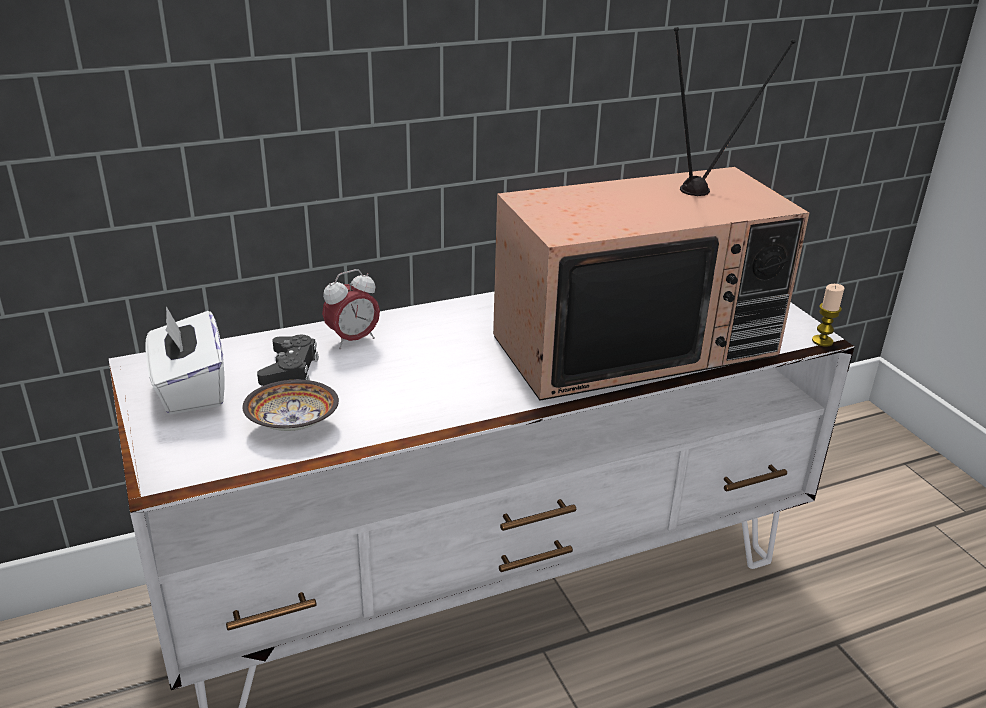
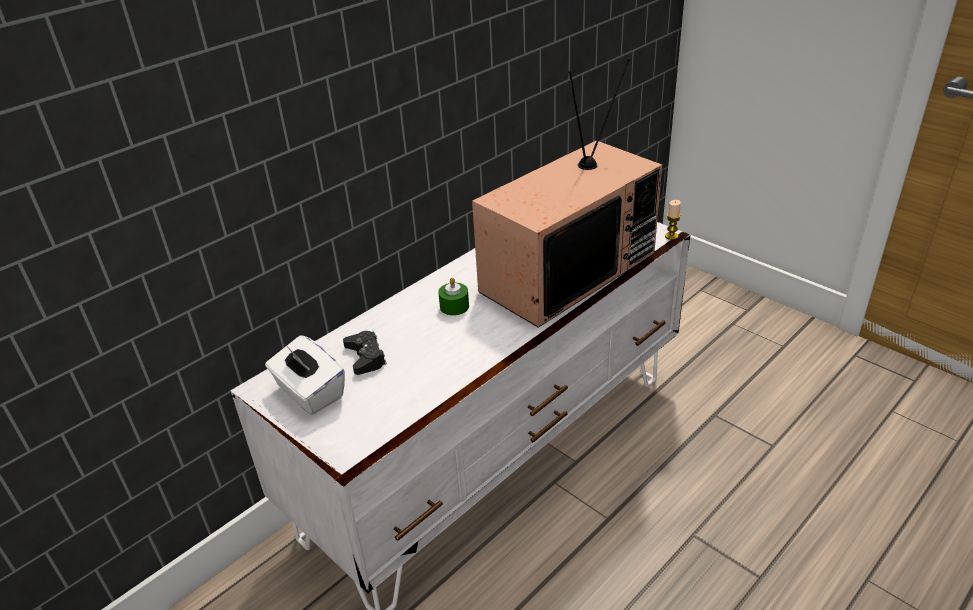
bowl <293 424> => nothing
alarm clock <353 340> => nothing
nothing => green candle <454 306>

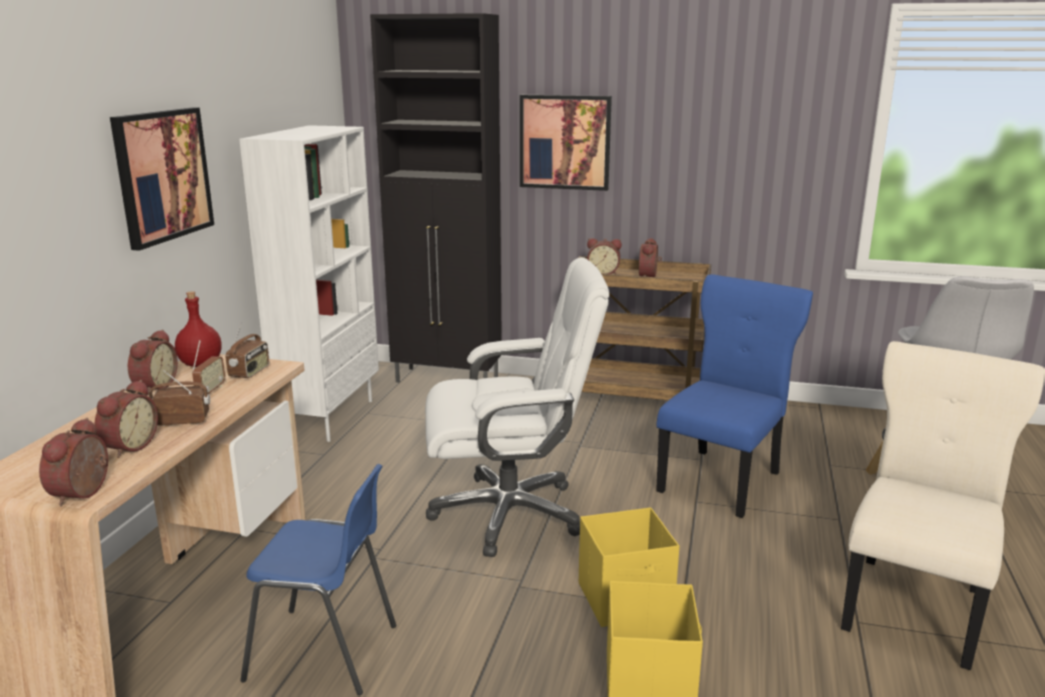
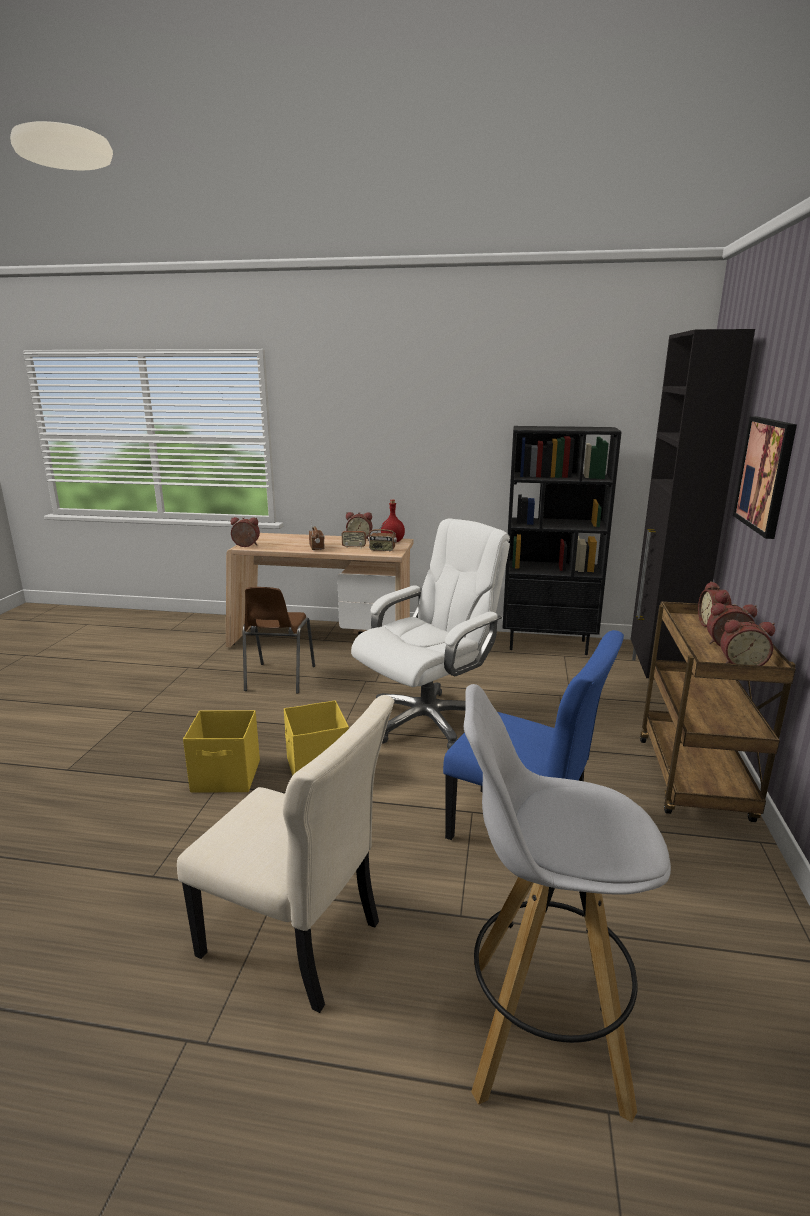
picture <162 175> => nothing
alarm clock <128 446> => alarm clock <741 664>, shifted
white bookcase <329 417> => black bookcase <548 645>
blue chair <326 653> => brown chair <279 679>
white office chair <510 513> => white office chair <428 720>, 120 degrees counterclockwise

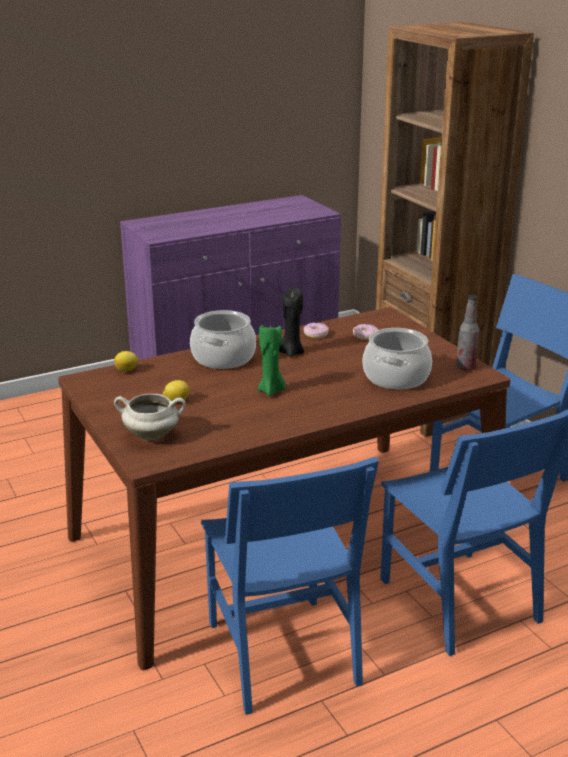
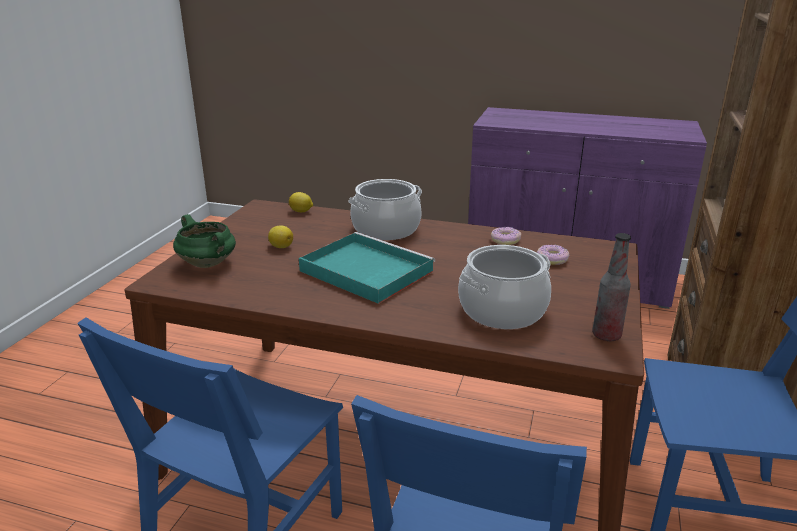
black candle <291 352> => nothing
green candle <271 391> => turquoise tray <364 270>
white cooking pot <152 435> => green cooking pot <209 264>

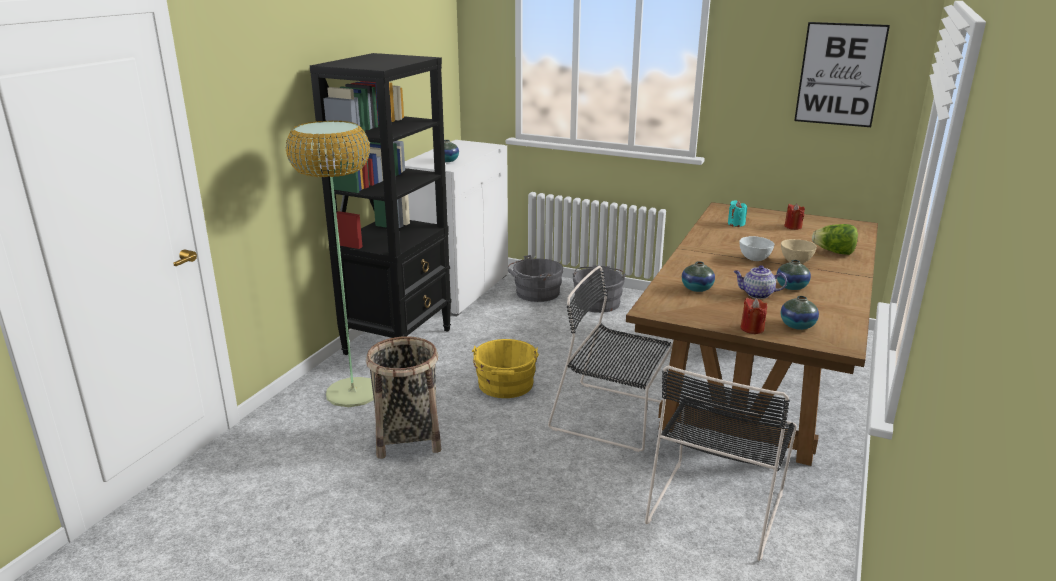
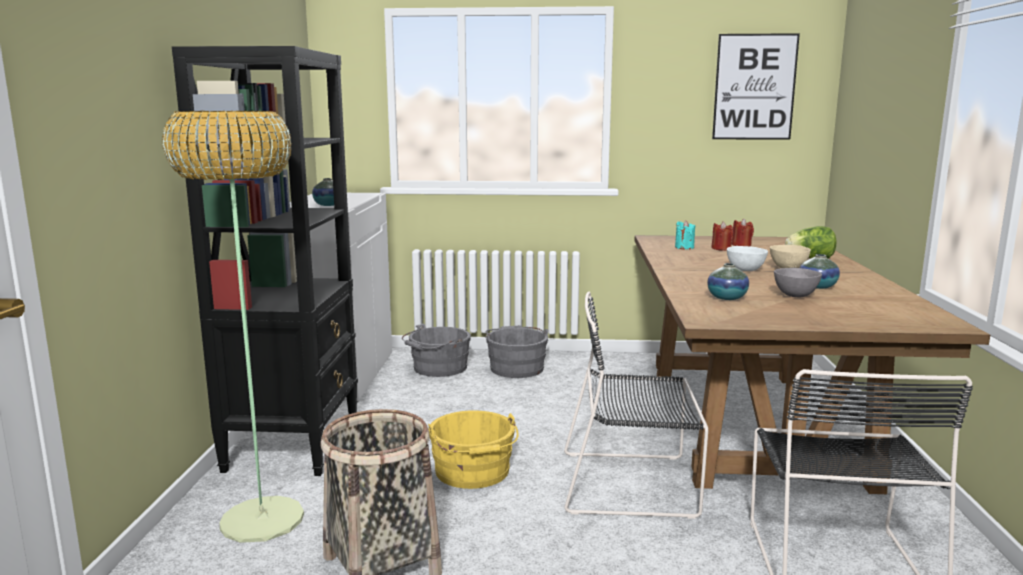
vase <797 326> => nothing
red candle <752 329> => red candle <721 248>, shifted
teapot <757 294> => grey bowl <794 296>

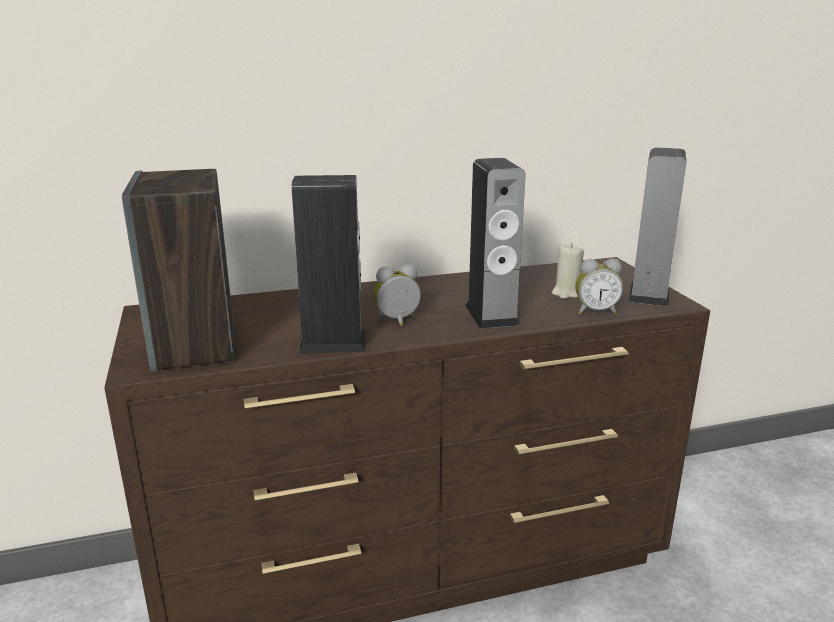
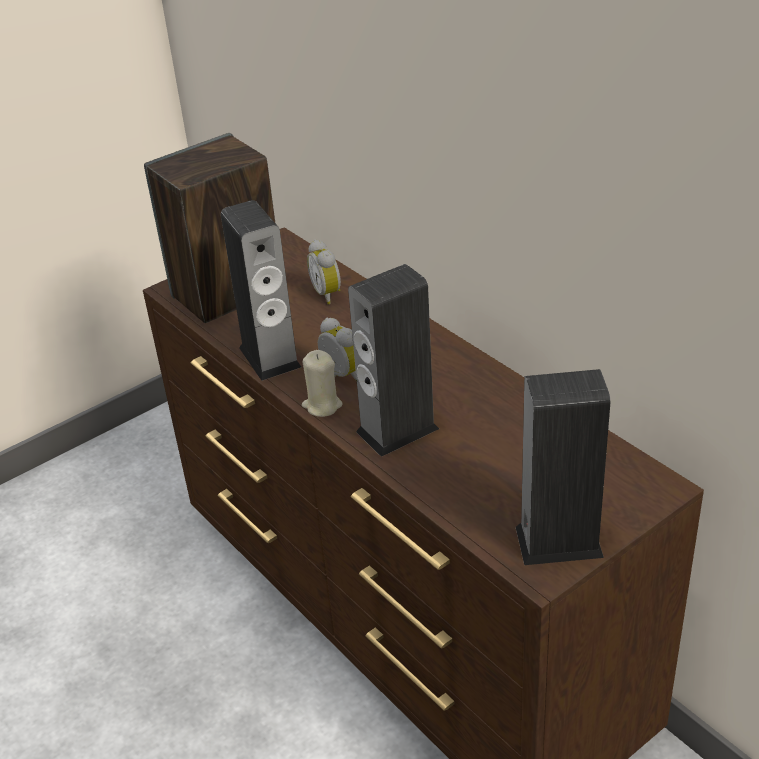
beige candle <567 293> => beige candle <322 405>, shifted
alarm clock <595 311> => alarm clock <328 294>, shifted

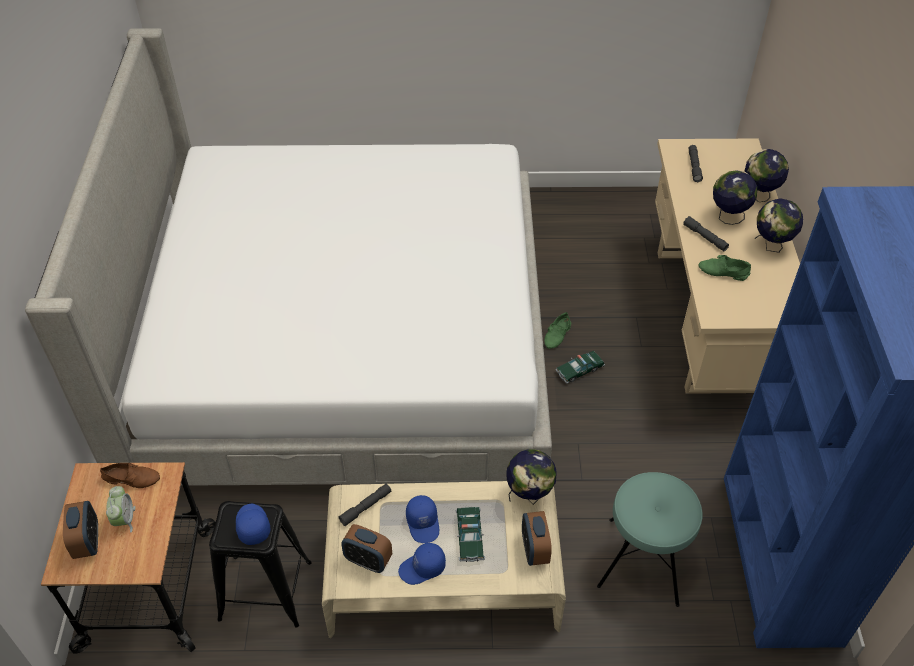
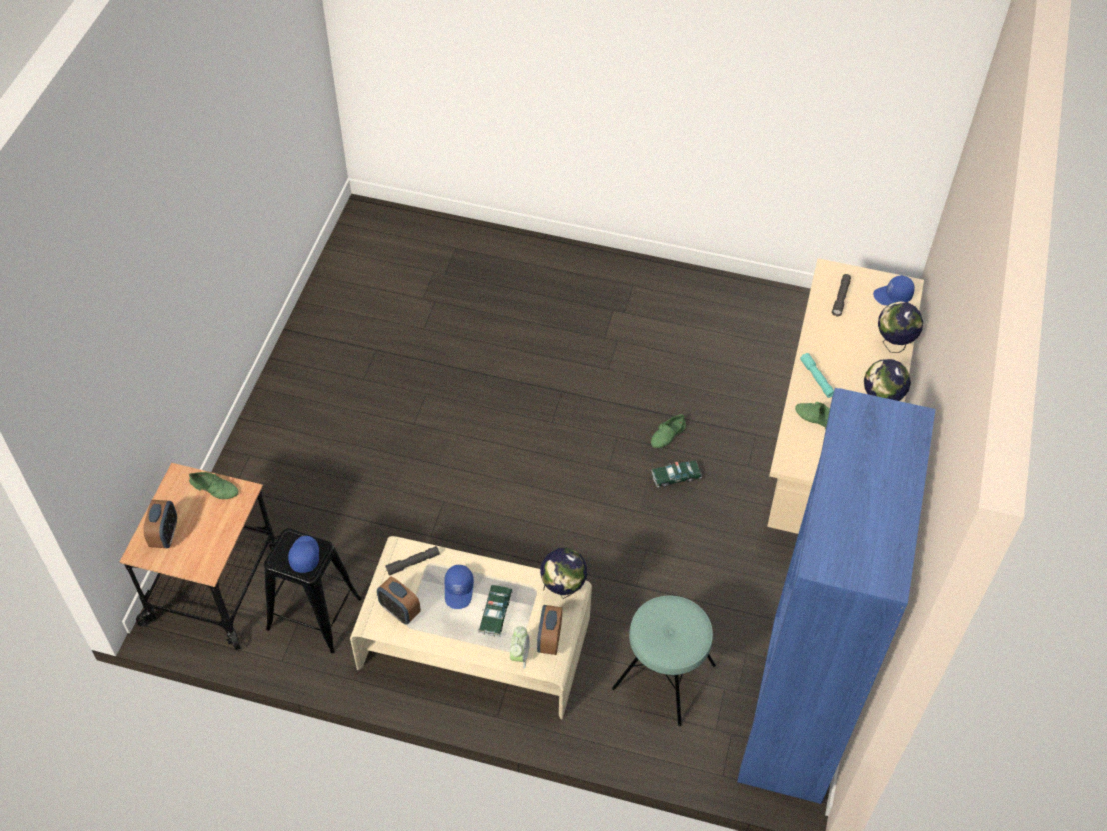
bed <343 344> => nothing
globe <728 217> => nothing
alarm clock <124 519> => alarm clock <519 655>, shifted
blue cap <422 568> => blue cap <893 296>, shifted
brown shoe <132 478> => green shoe <215 488>
grey flashlight <705 237> => turquoise flashlight <816 378>

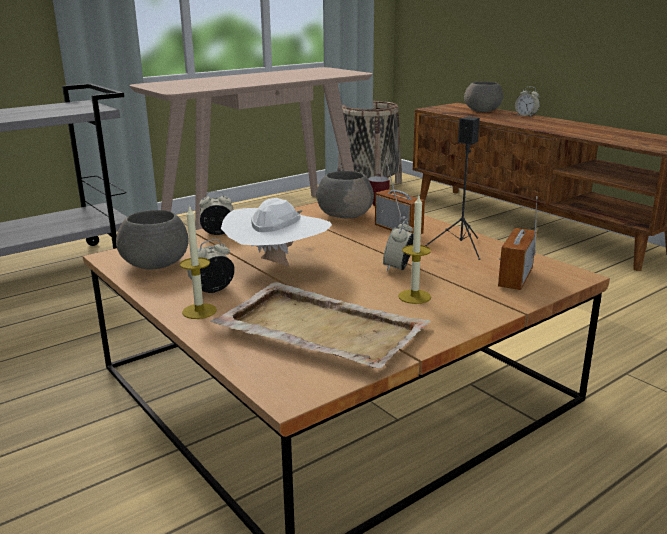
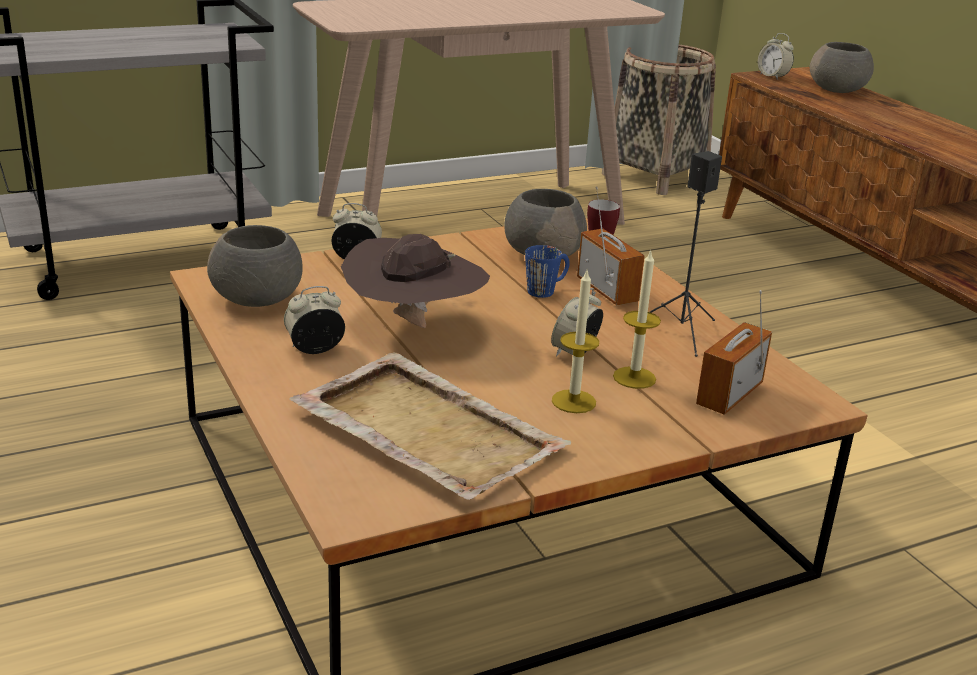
nothing => blue mug <547 290>
candle <199 311> => candle <634 377>, shifted
alarm clock <526 116> => alarm clock <772 76>, shifted
white hat <277 266> => brown hat <414 325>

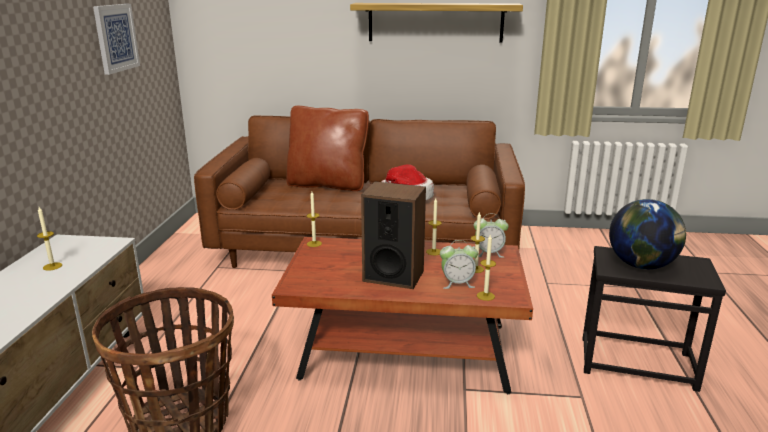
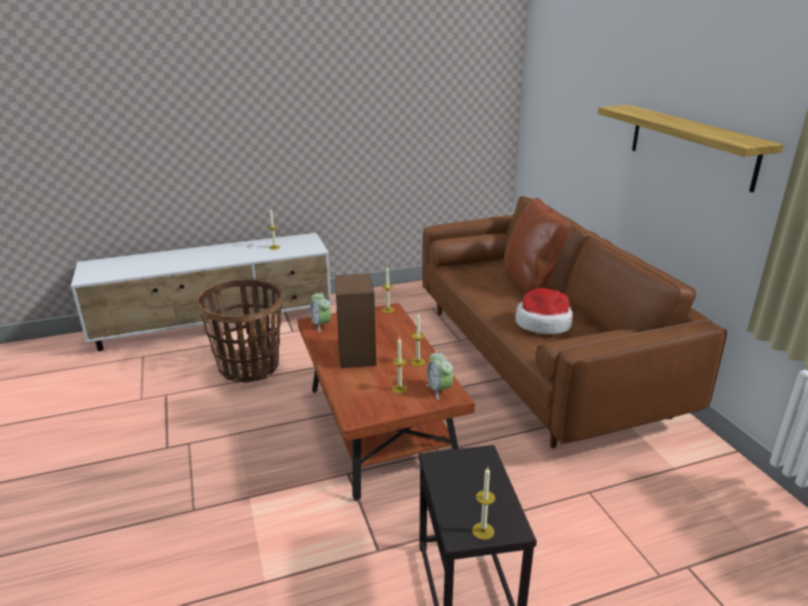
picture <115 38> => nothing
globe <641 265> => nothing
alarm clock <457 283> => alarm clock <321 325>, shifted
candle <485 296> => candle <483 531>, shifted

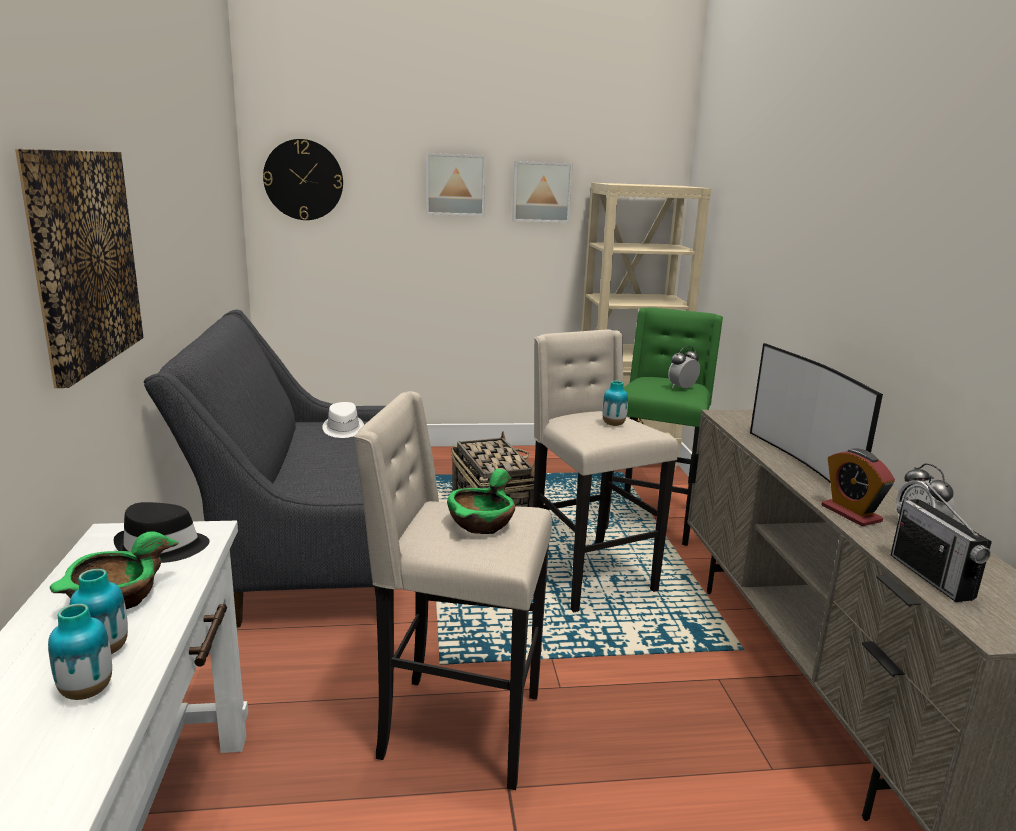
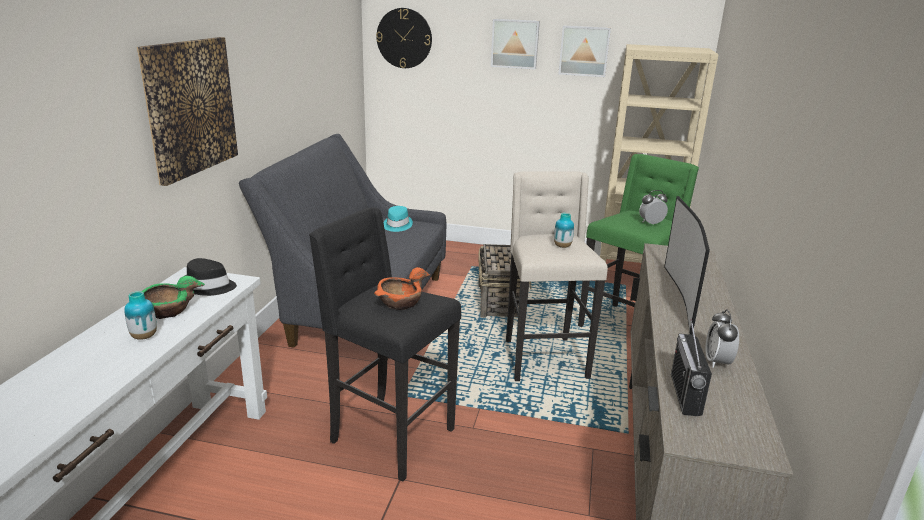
vase <86 691> => nothing
alarm clock <851 513> => nothing
white hat <343 429> => turquoise hat <397 225>
beige stool <456 728> => black stool <389 436>
green bowl <481 524> => orange bowl <400 303>

